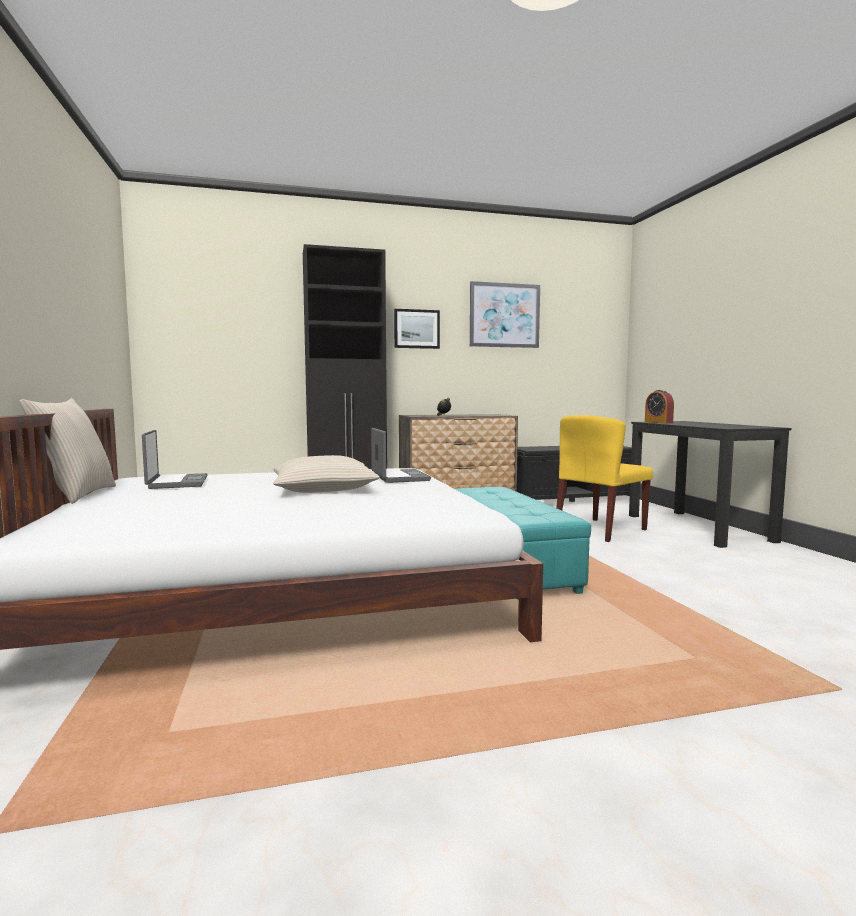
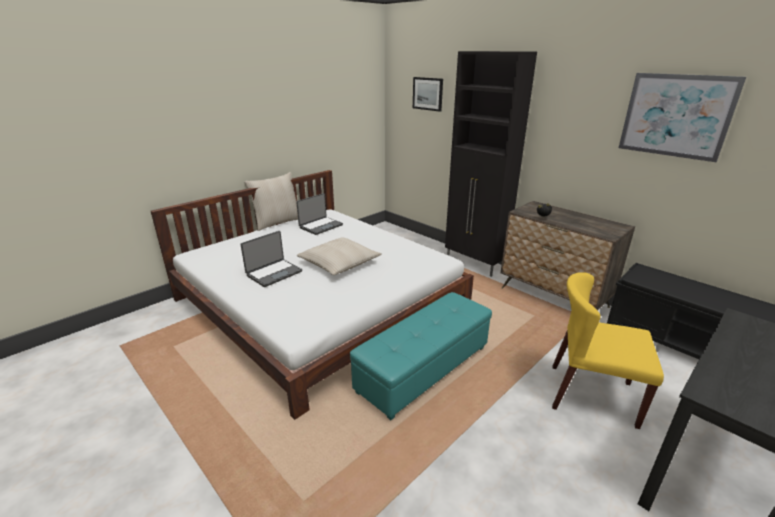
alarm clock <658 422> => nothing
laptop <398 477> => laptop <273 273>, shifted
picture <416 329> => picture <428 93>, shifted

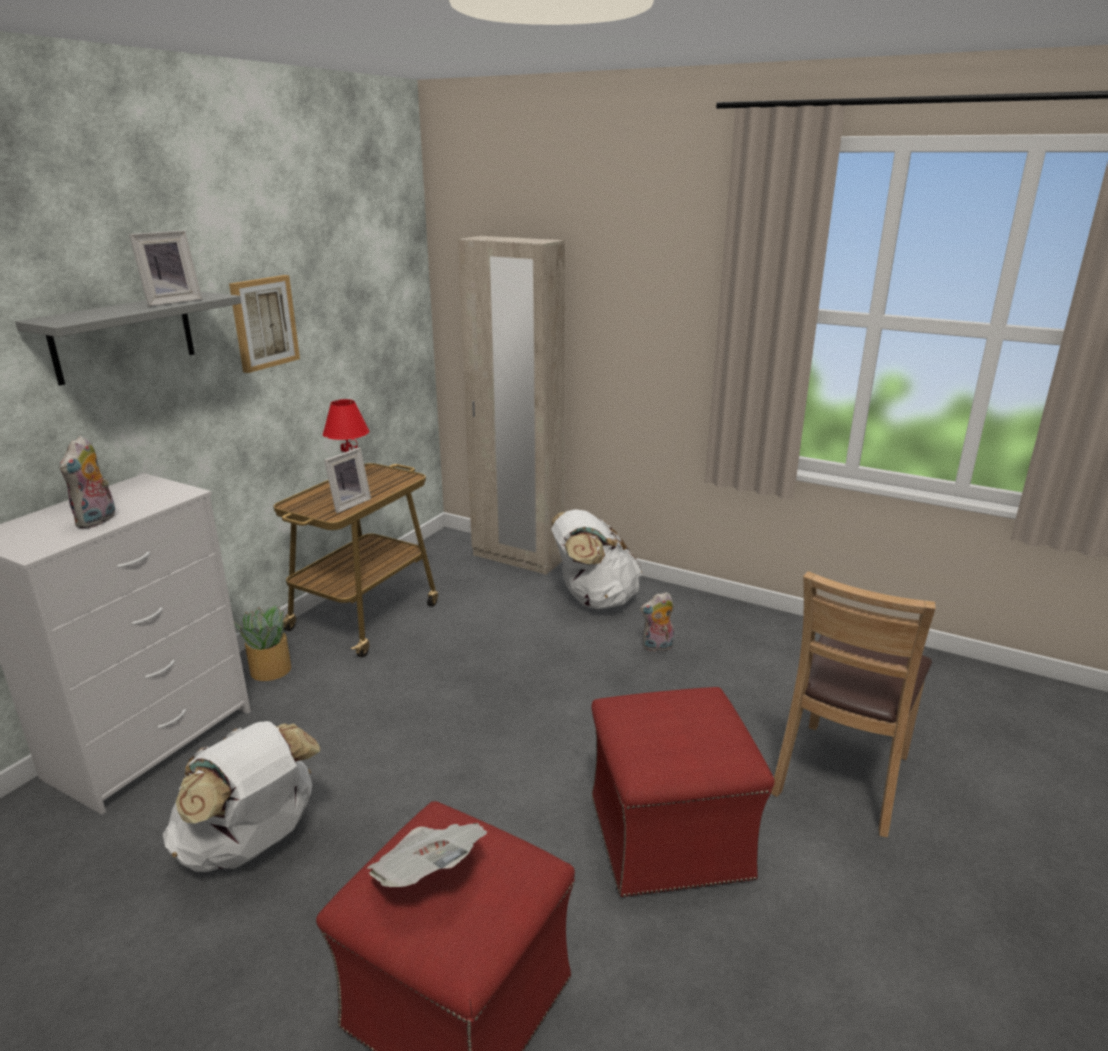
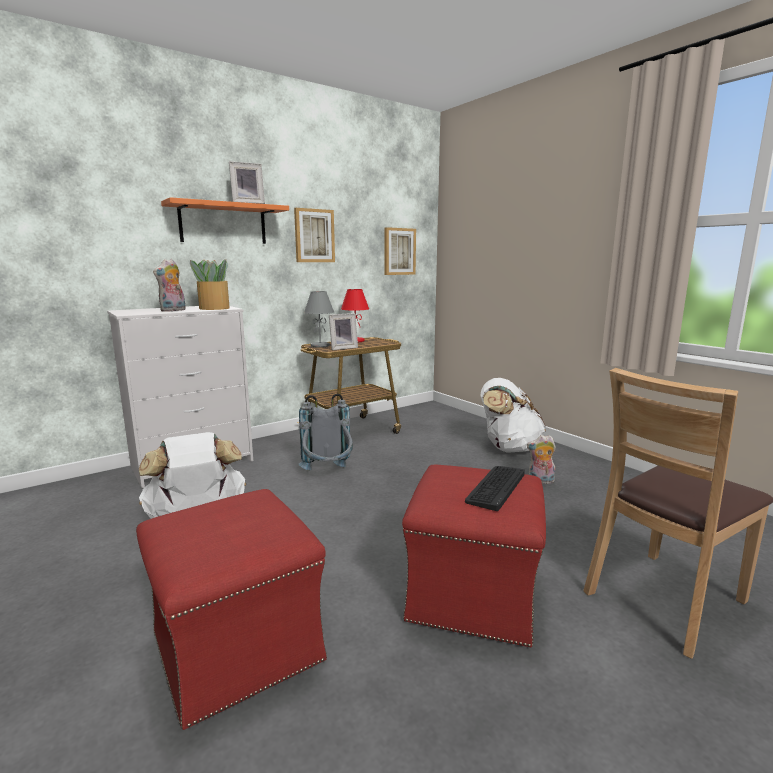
newspaper <428 874> => nothing
beige wardrobe <517 558> => nothing
nothing => grey backpack <328 475>
nothing => grey table lamp <320 346>
nothing => picture <399 251>
nothing => keyboard <495 487>
potted plant <270 670> => potted plant <213 308>, shifted
grey shelf <124 337> => orange shelf <223 224>

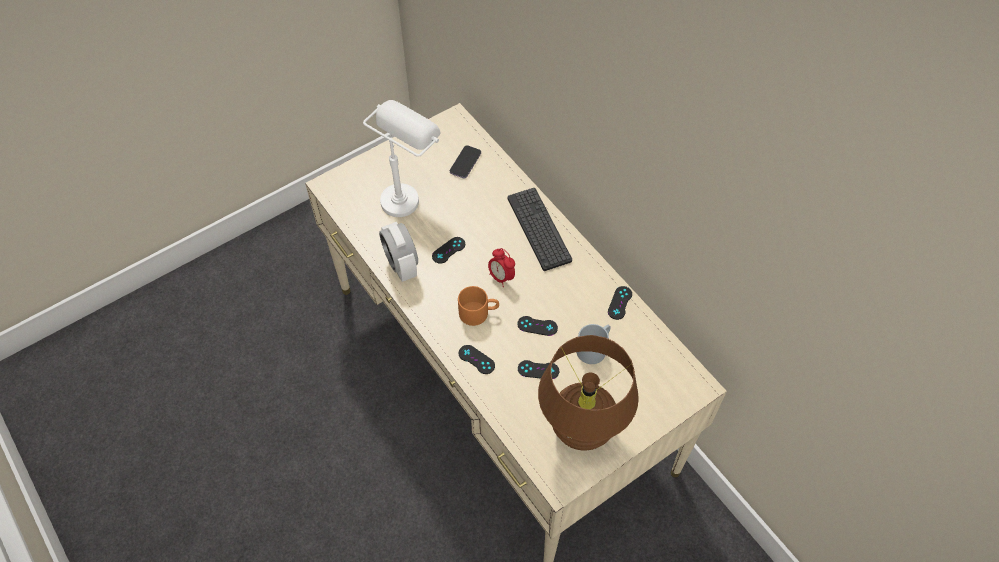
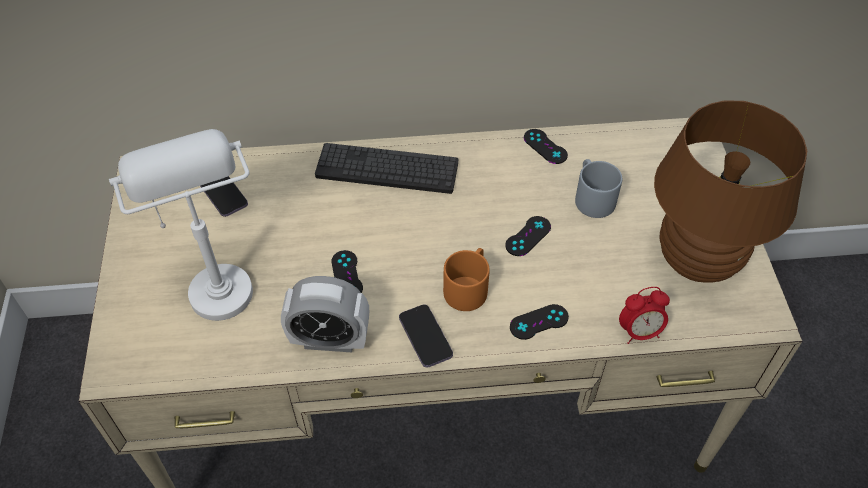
black game controller <538 370> => nothing
nothing => phone <425 337>
alarm clock <501 277> => alarm clock <639 332>, shifted

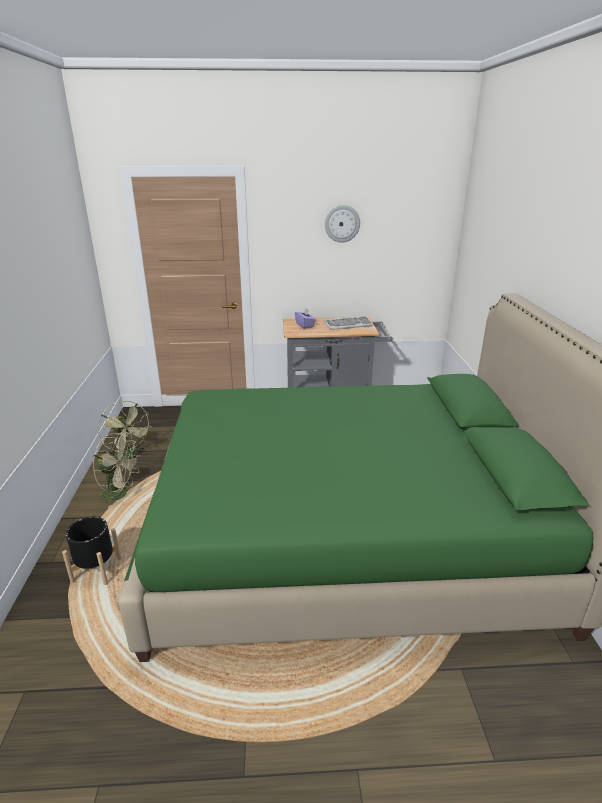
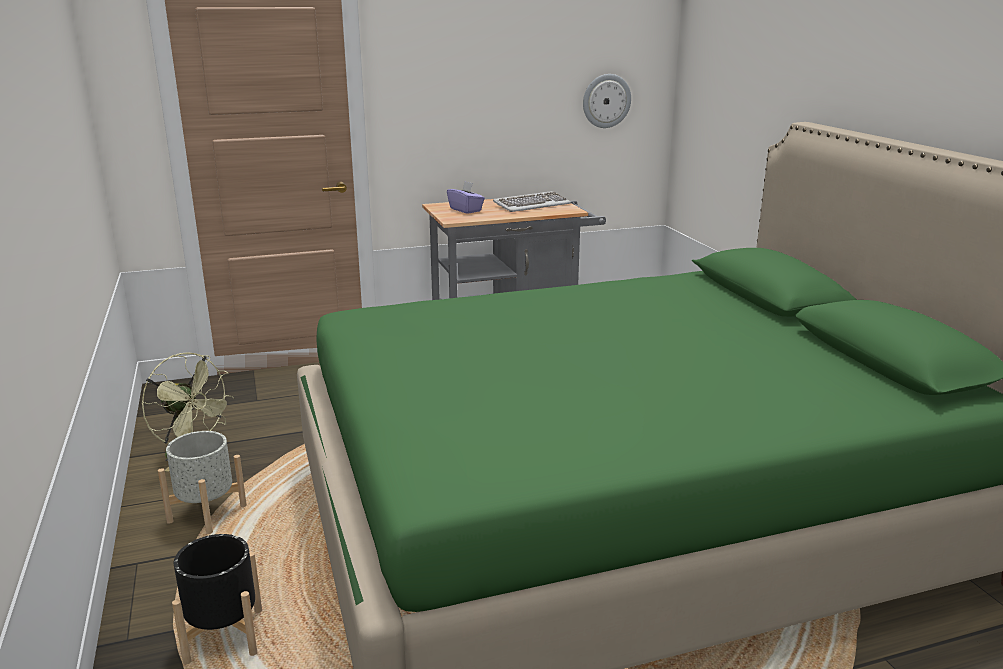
wall clock <342 223> => wall clock <606 101>, shifted
beige fan <120 494> => grey planter <207 514>

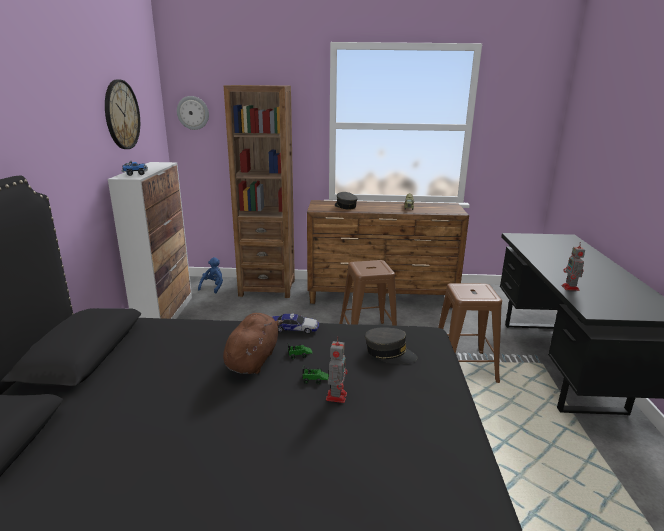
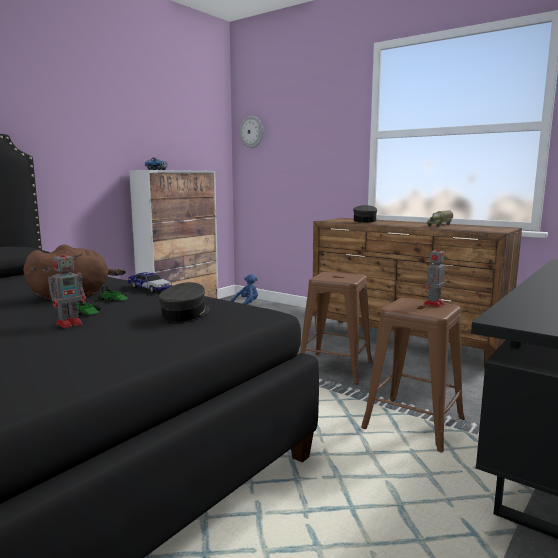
wall clock <121 115> => nothing
brown bookcase <267 288> => nothing
toy robot <570 288> => toy robot <433 304>, shifted
grey cap <389 353> => grey cap <185 314>, 135 degrees counterclockwise

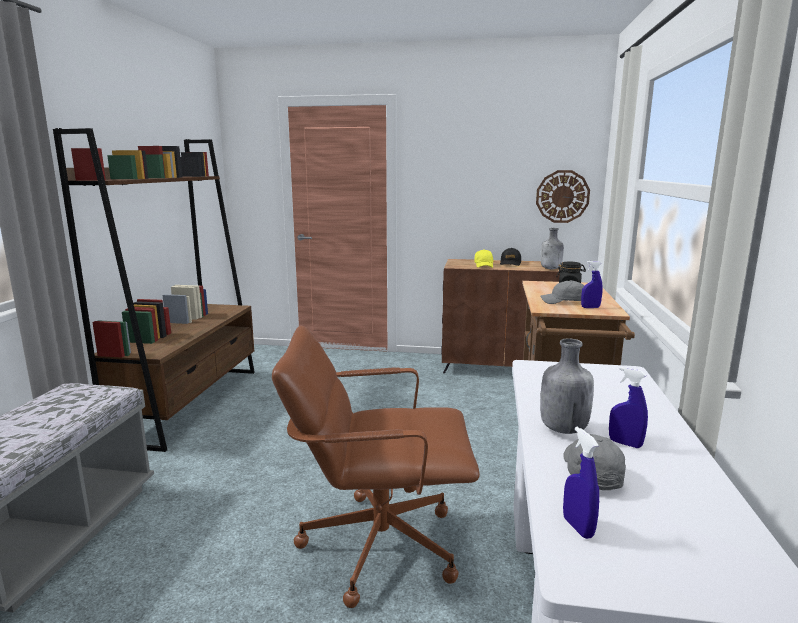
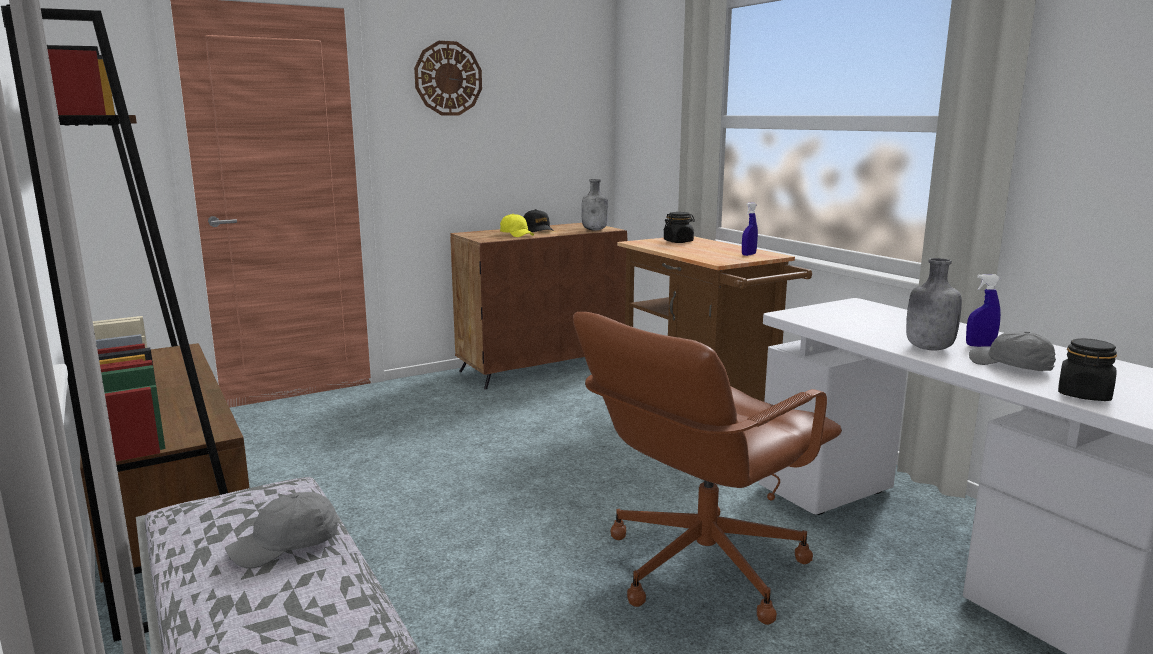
wall clock <562 196> => wall clock <448 78>, shifted
grey cap <564 302> => grey cap <287 546>, shifted
blue spray bottle <578 527> => black jar <1084 395>

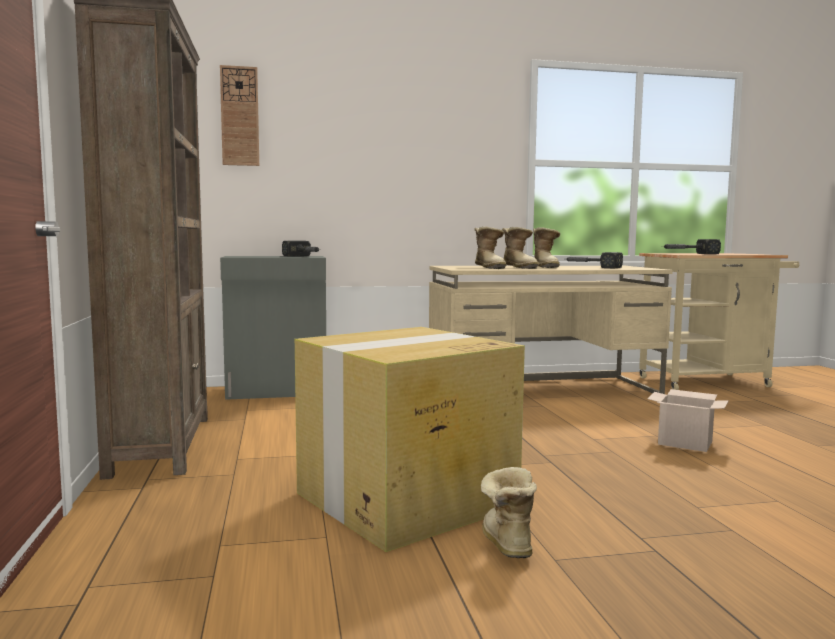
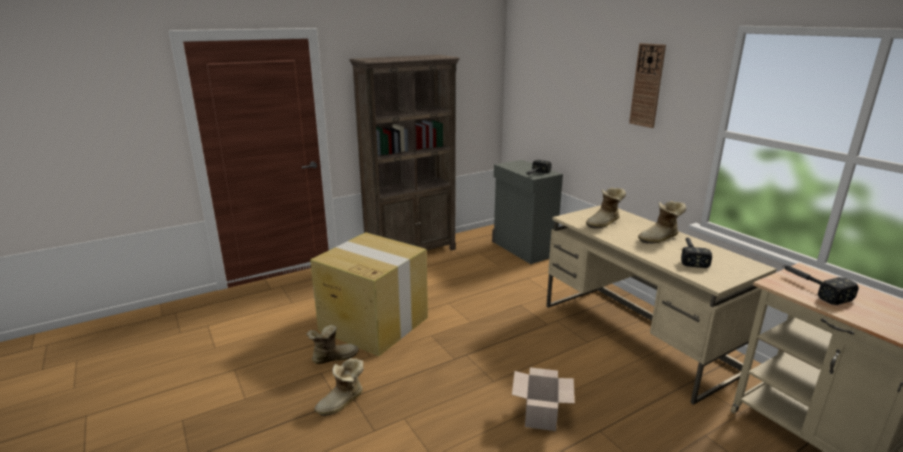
wall clock <240 116> => wall clock <647 85>, shifted
boot <520 267> => boot <342 402>, shifted

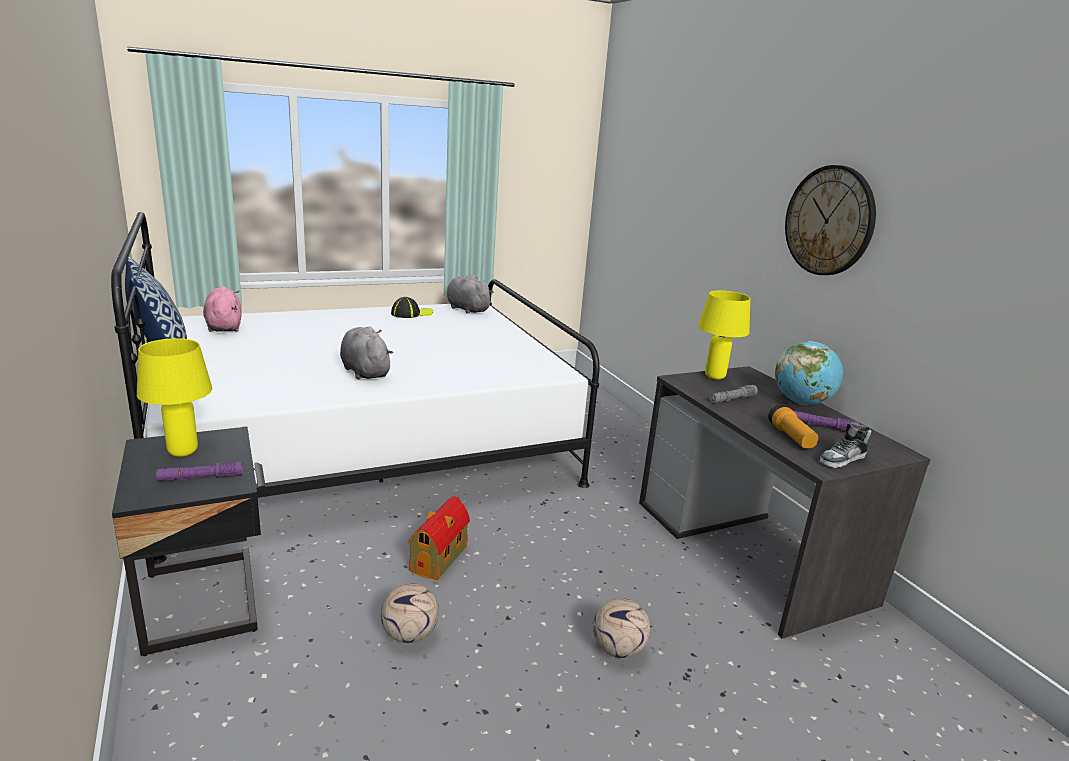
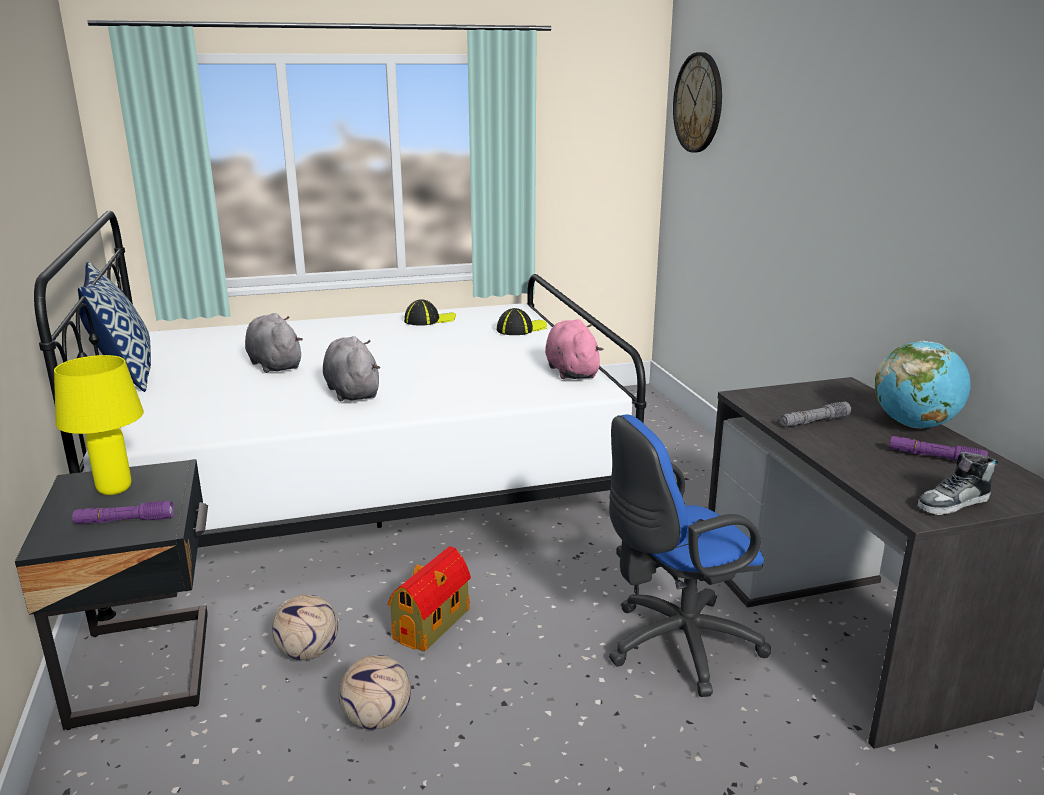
yellow table lamp <715 377> => nothing
flashlight <790 437> => nothing
nothing => cap <521 329>
nothing => blue office chair <675 646>
pink plush toy <224 326> => pink plush toy <571 371>, shifted
grey plush toy <466 309> => grey plush toy <274 364>, shifted
football <617 649> => football <307 652>, shifted
wall clock <829 221> => wall clock <698 103>, shifted

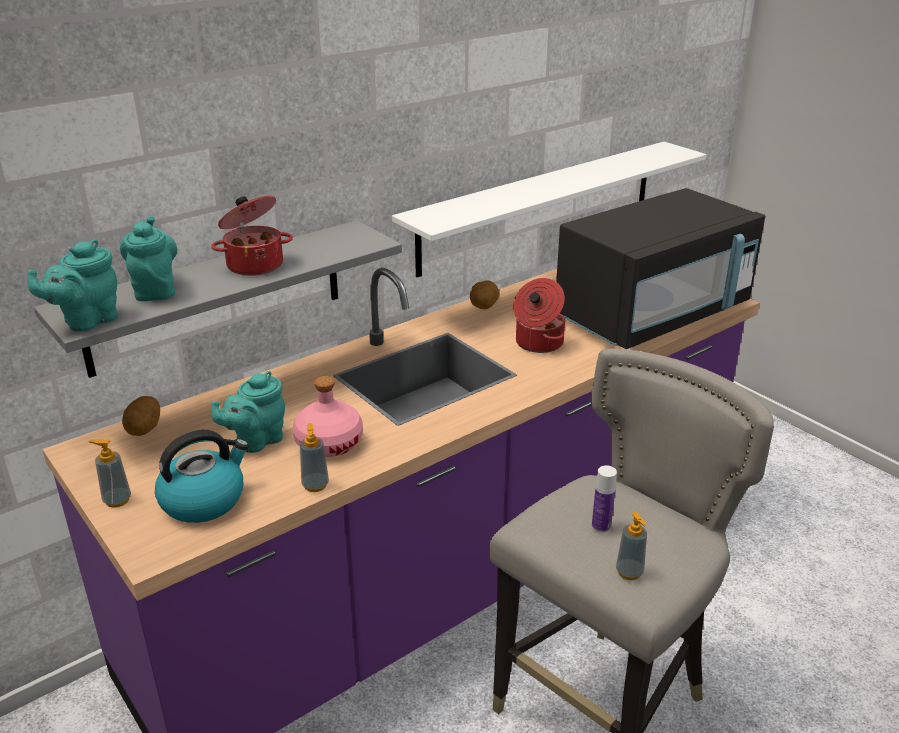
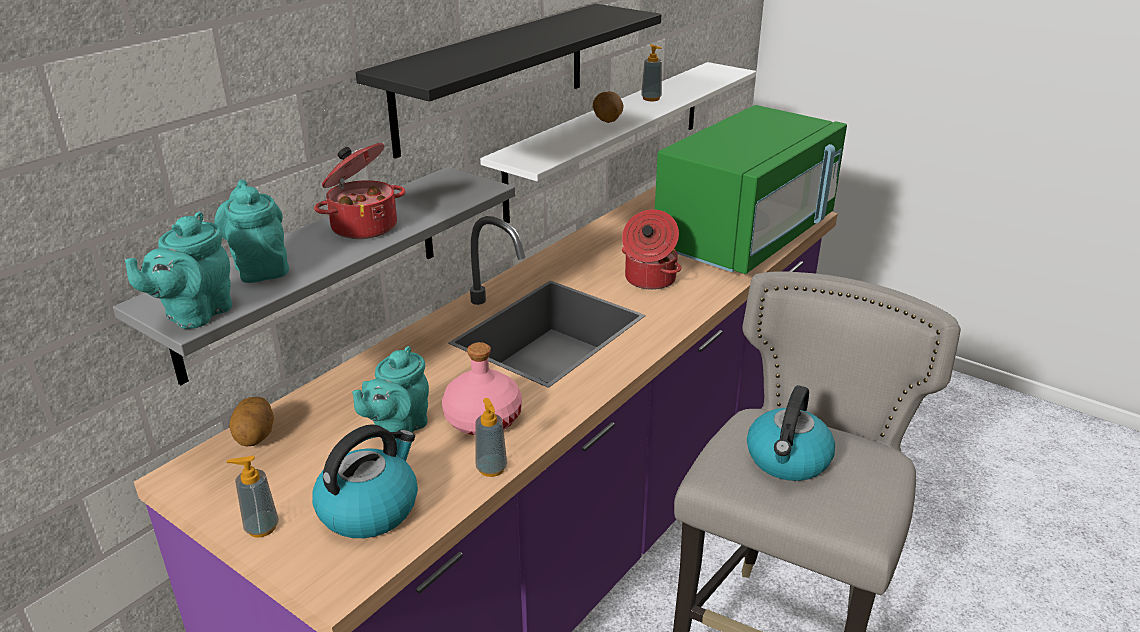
nothing => black shelf <493 76>
potato <483 307> => potato <607 121>, shifted
soap dispenser <629 572> => soap dispenser <651 99>, shifted
bottle <601 526> => kettle <788 460>
black microwave <652 315> => green microwave <746 237>

